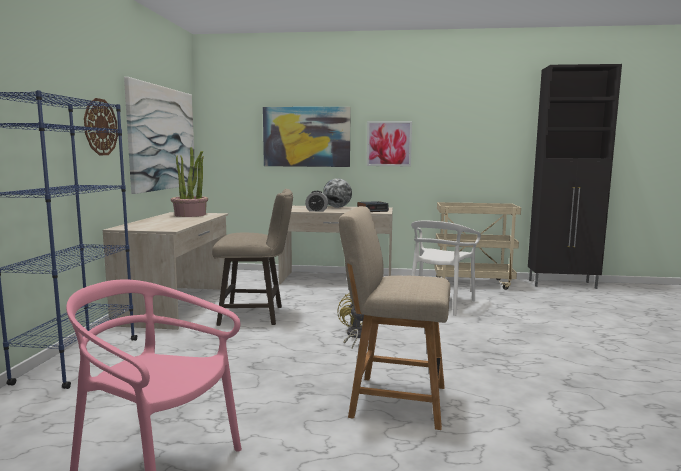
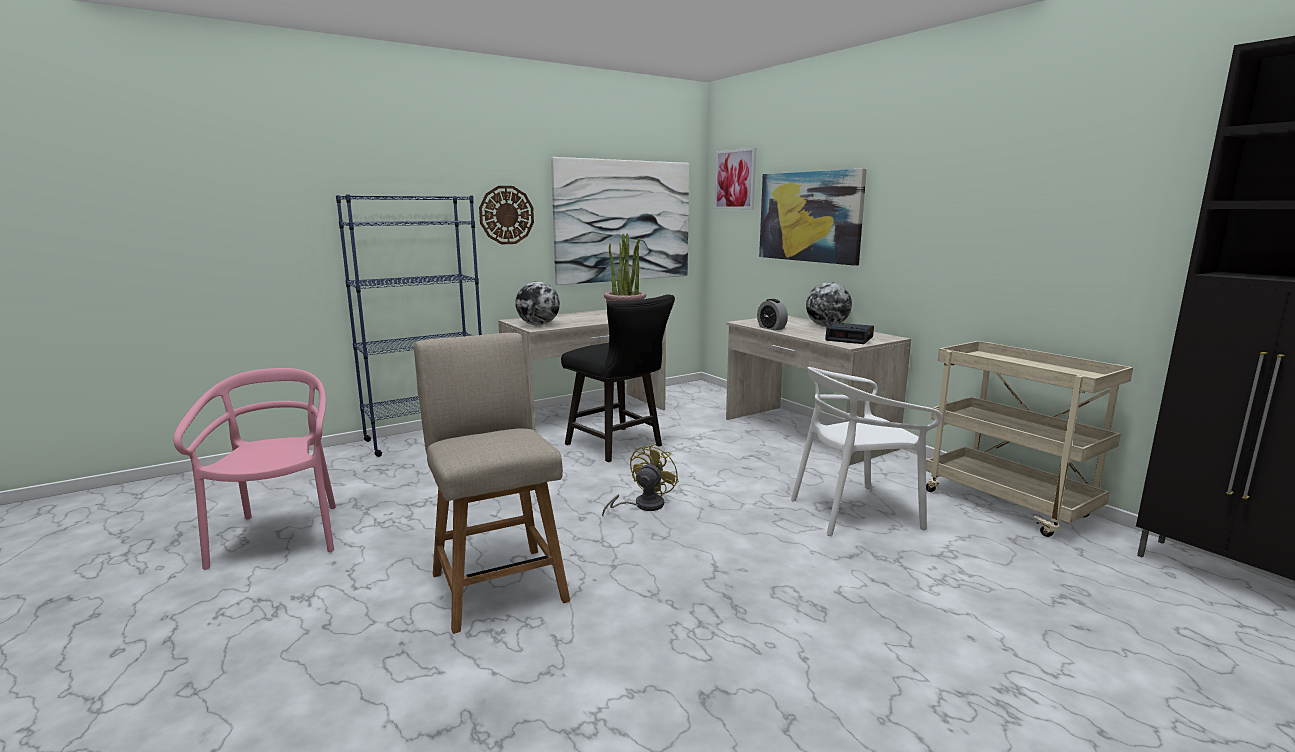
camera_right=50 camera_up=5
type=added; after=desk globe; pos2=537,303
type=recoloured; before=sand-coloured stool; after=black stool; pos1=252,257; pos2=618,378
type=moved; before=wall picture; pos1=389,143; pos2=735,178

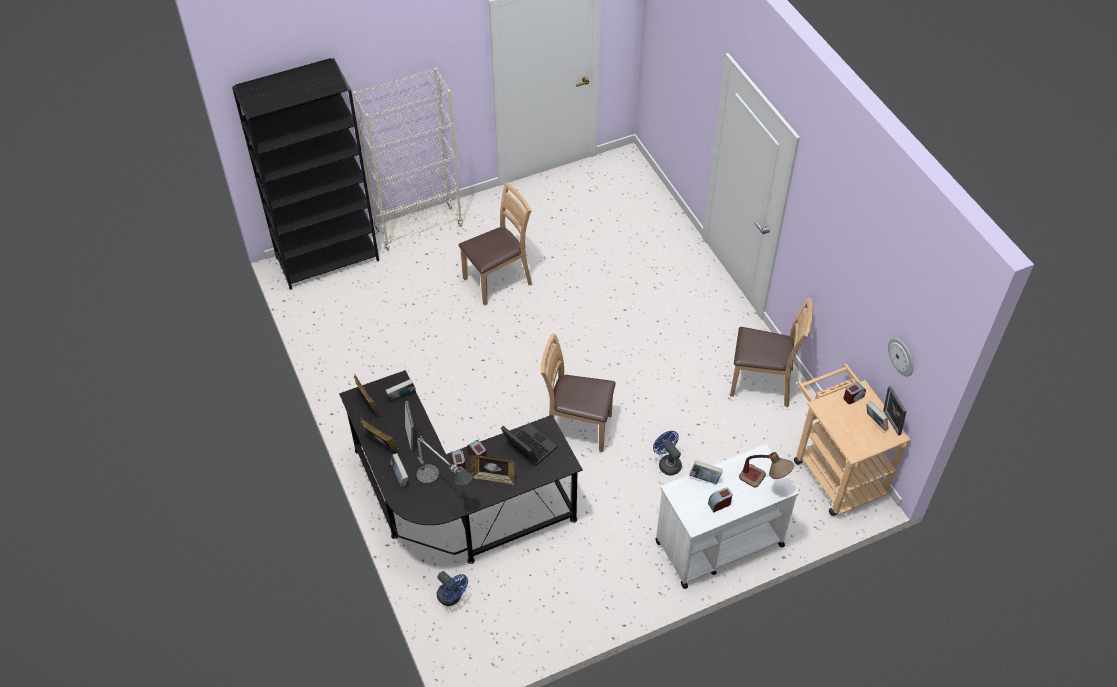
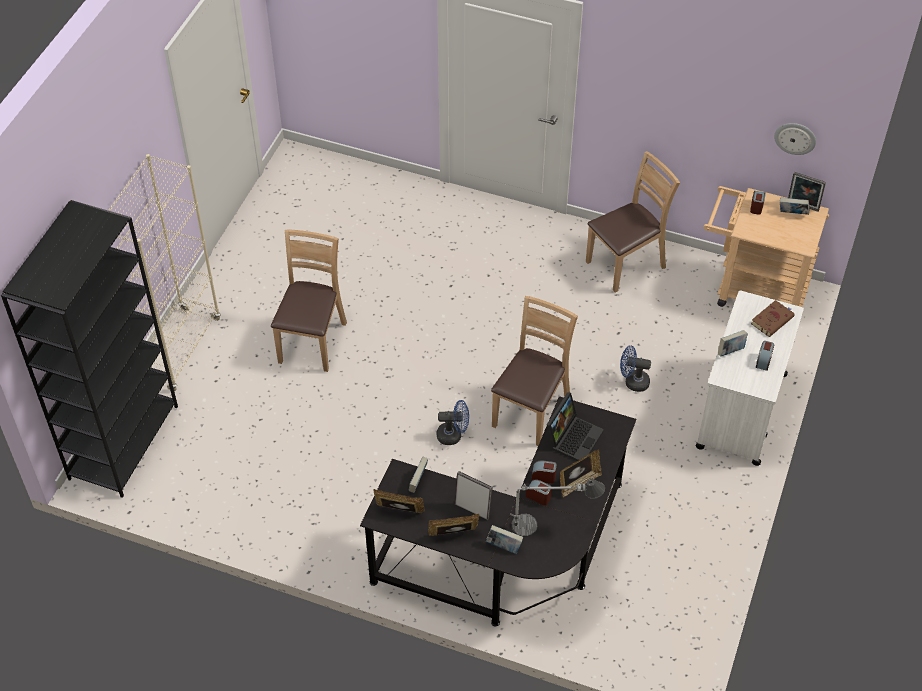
camera_right=-45 camera_up=0
type=moved; before=blue cooling fan; pos1=452,588; pos2=453,422
type=turned; before=brown-coloured chair; pos1=578,392; pos2=534,371; turn=150
type=turned; before=laptop; pos1=529,444; pos2=575,426; turn=120
type=replaced; before=lamp for a table; after=brown-coloured book; pos1=766,469; pos2=773,318

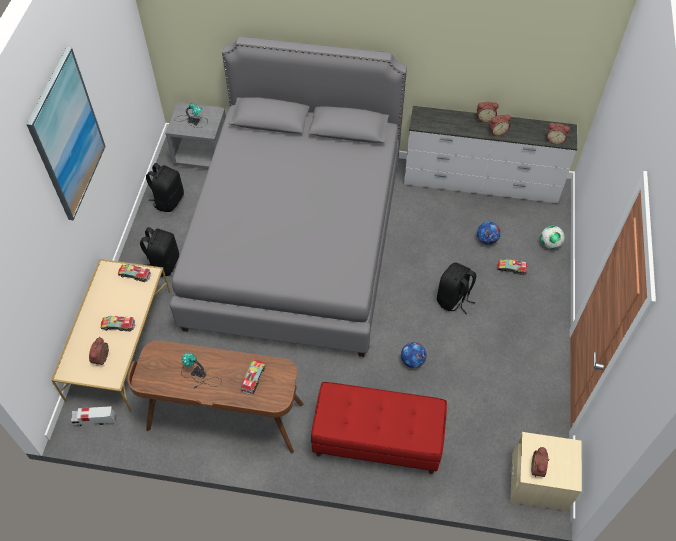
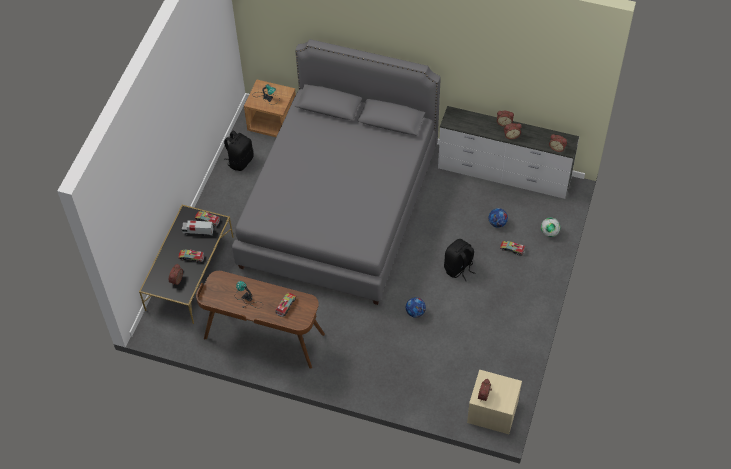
camera_right=10 camera_up=0
type=recoloured; before=sand-coloured lounge table; after=black lounge table; pos1=111,335; pos2=186,264
type=moved; before=toy lorry; pos1=93,416; pos2=198,228
type=recoloured; before=greyish night table; after=brown-coloured night table; pos1=195,135; pos2=270,108
type=removed; before=wall picture; pos1=66,133
type=removed; before=black backpack; pos1=159,252
type=removed; before=reddish bench; pos1=379,428

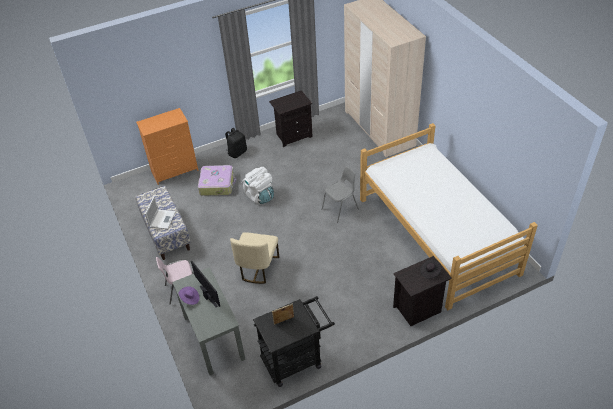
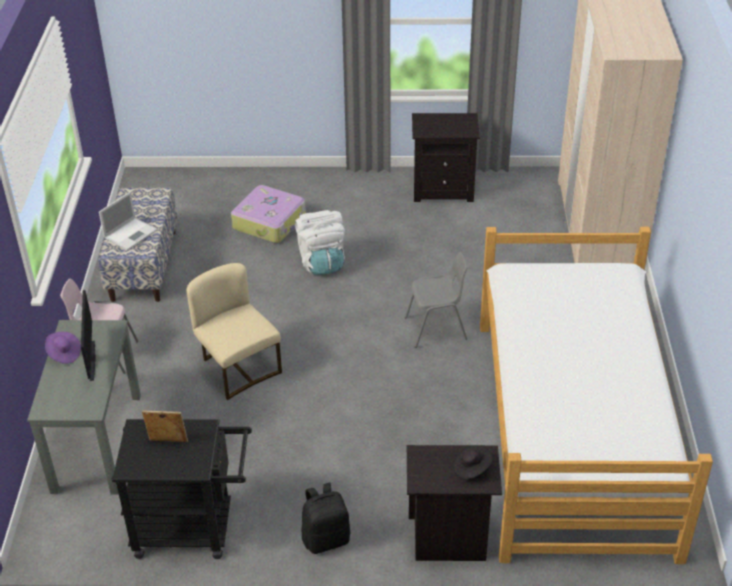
camera_right=25 camera_up=-5
type=turned; before=sand-coloured chair; pos1=254,258; pos2=234,331; turn=105
type=moved; before=black backpack; pos1=236,143; pos2=326,518
type=removed; before=orange dresser; pos1=167,146

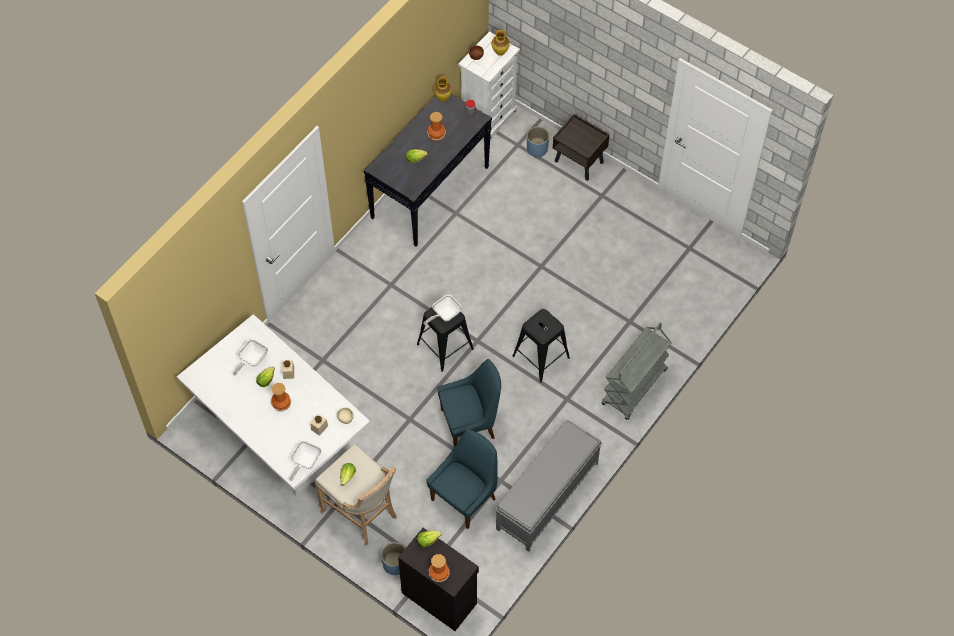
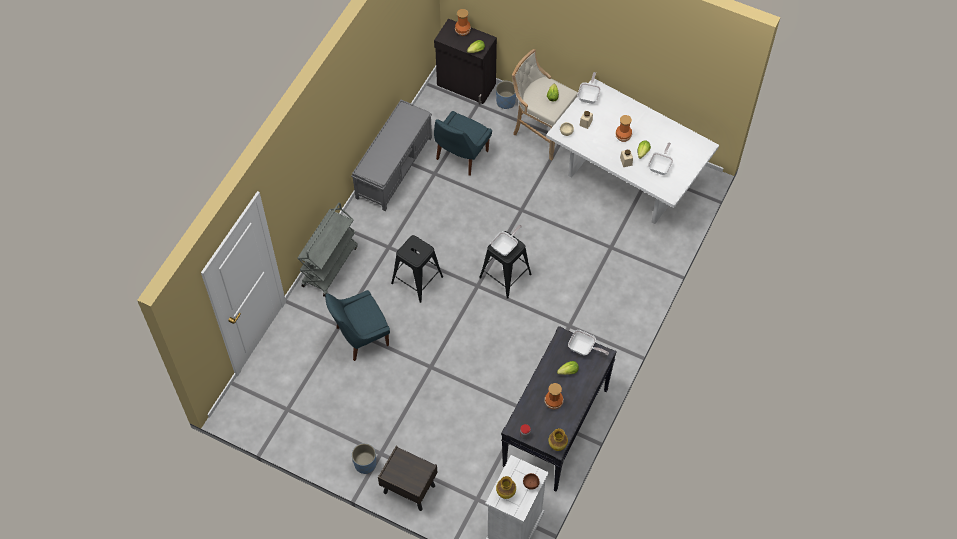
camera_right=170 camera_up=0
type=moved; before=blue chair; pos1=469,403; pos2=357,325
type=moved; before=blue plant pot; pos1=538,142; pos2=364,458
type=added; after=pan; pos2=588,343

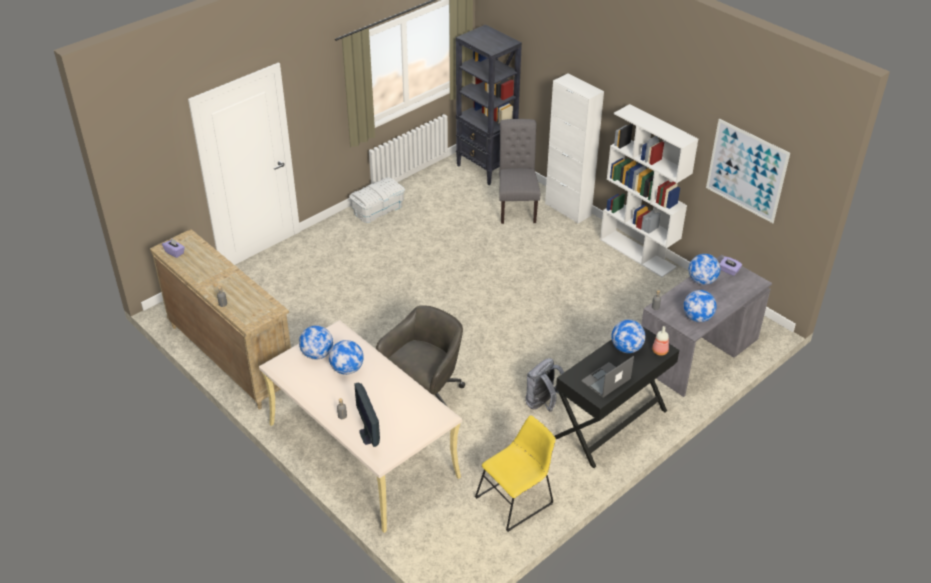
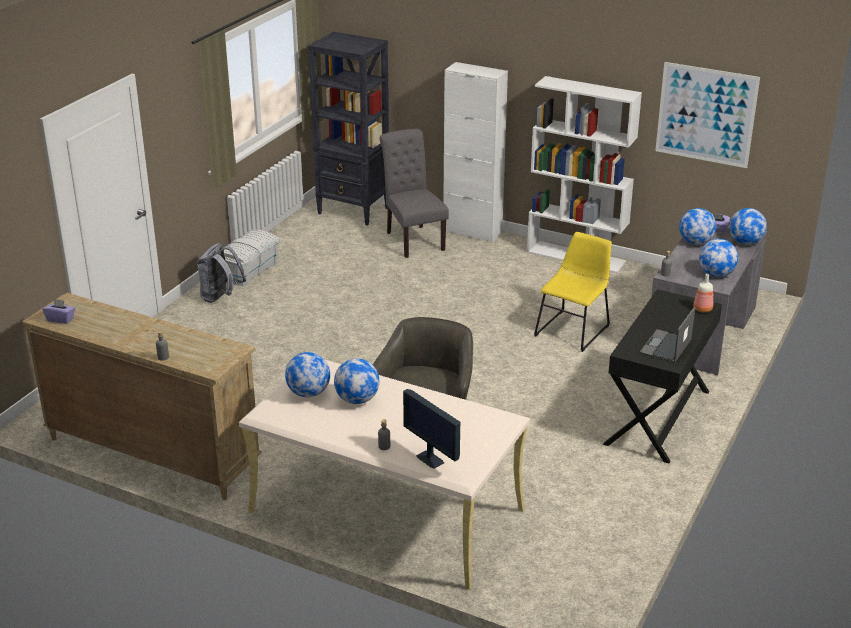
camera_right=-20 camera_up=-10
type=moved; before=greyish backpack; pos1=544,385; pos2=221,273
type=moved; before=yellow-coloured chair; pos1=515,473; pos2=573,292
type=moved; before=desk globe; pos1=628,336; pos2=748,226

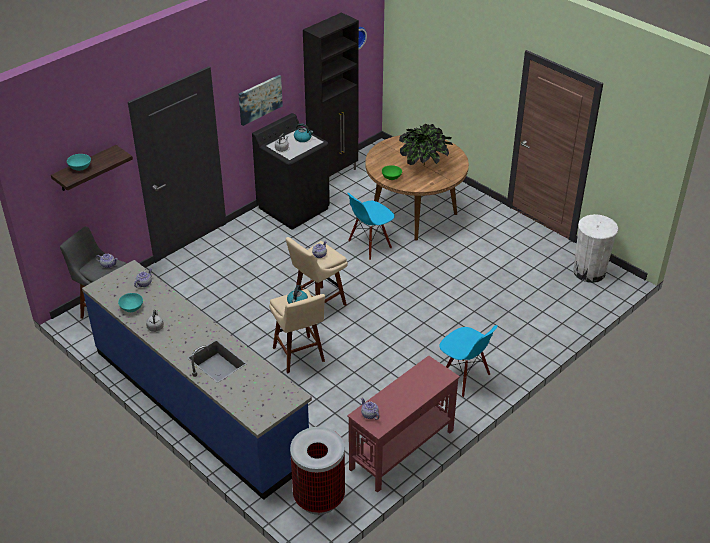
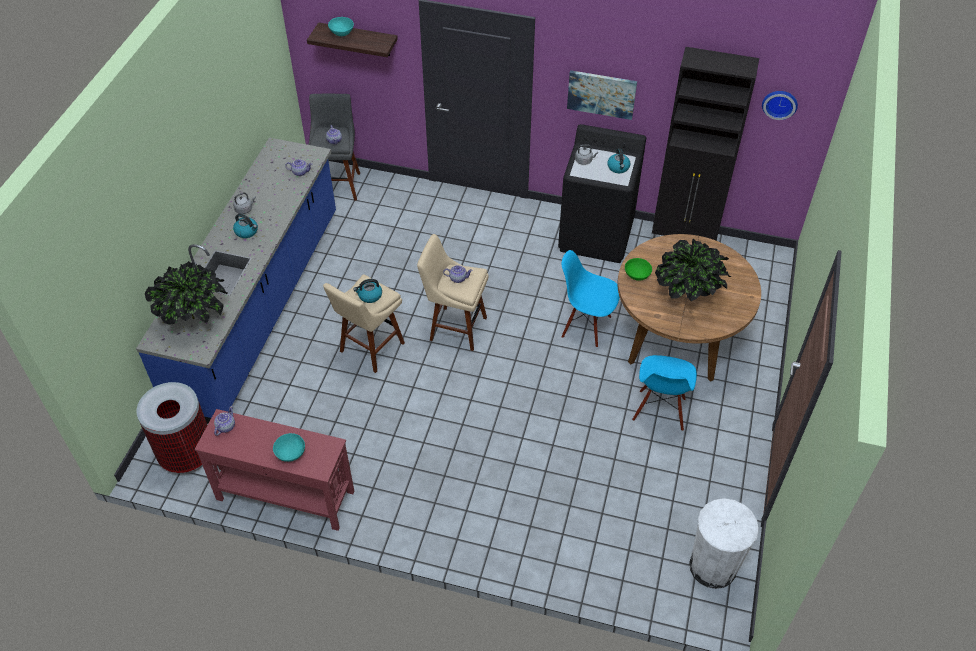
camera_right=60 camera_up=10
type=added; after=plant in a pot; pos2=186,293
type=added; after=water kettle; pos2=245,225
type=moved; before=turquoise-coloured serving bowl; pos1=130,302; pos2=289,447
type=moved; before=blue chair; pos1=468,361; pos2=664,393

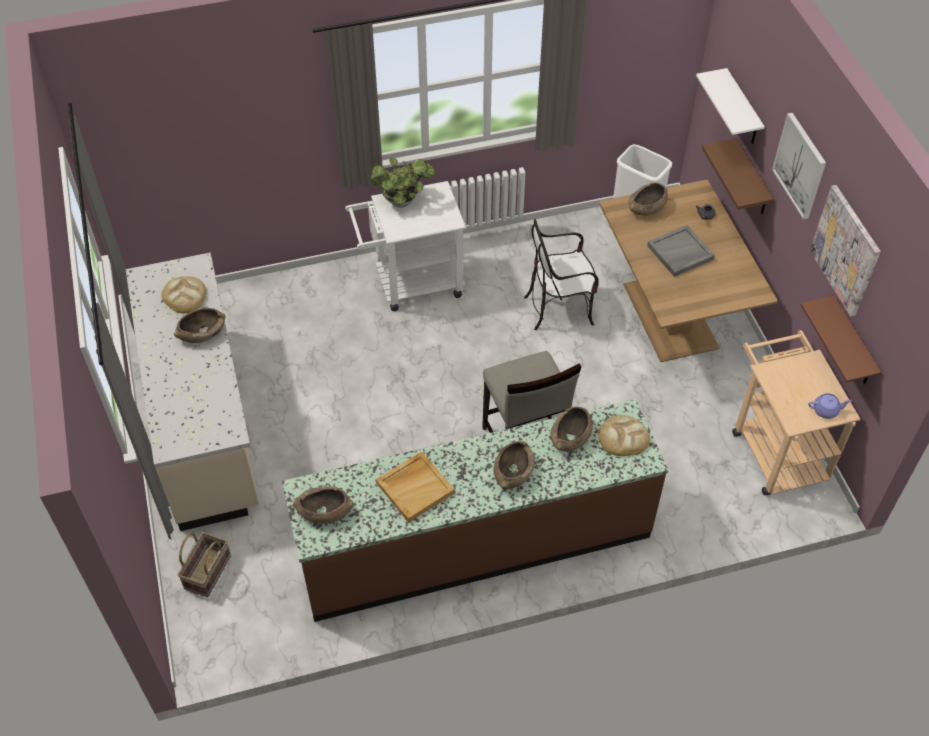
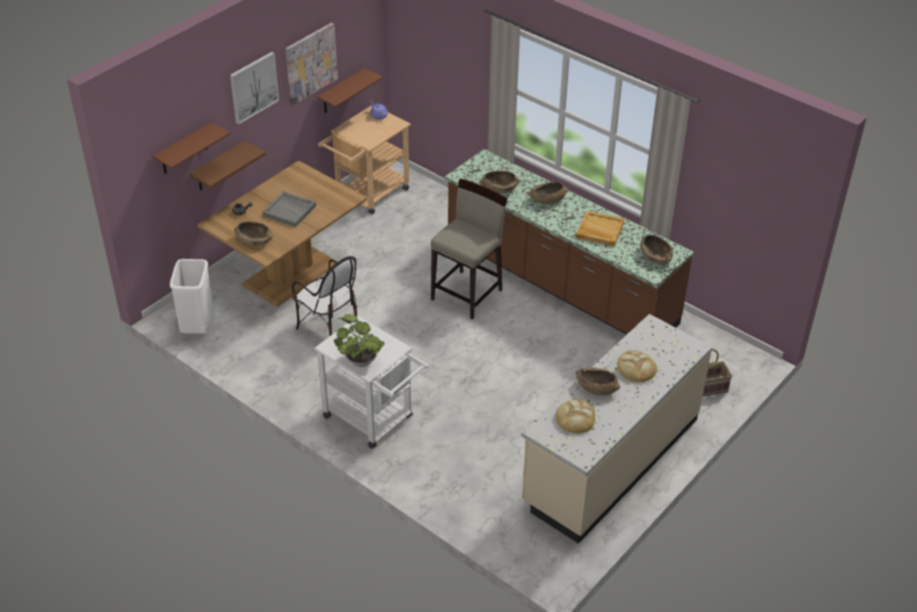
camera_right=-125 camera_up=-10
type=recoloured; before=whitish bracket shelf; after=brown-coloured bracket shelf; pos1=730,106; pos2=191,148
type=moved; before=baked bread; pos1=624,435; pos2=637,366

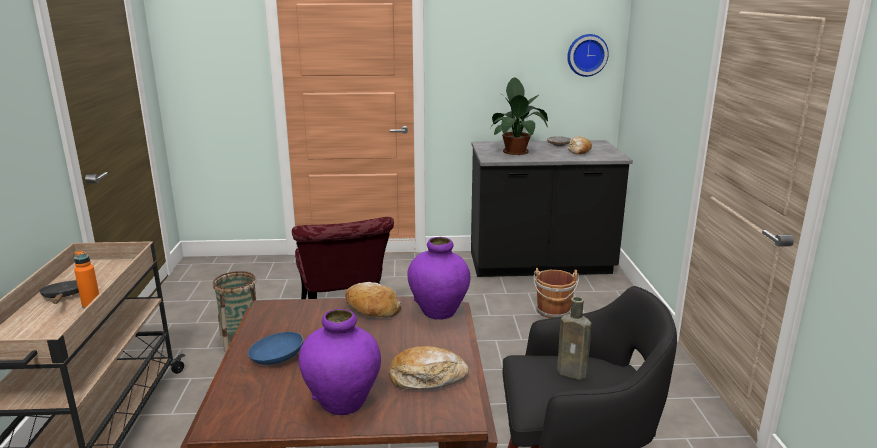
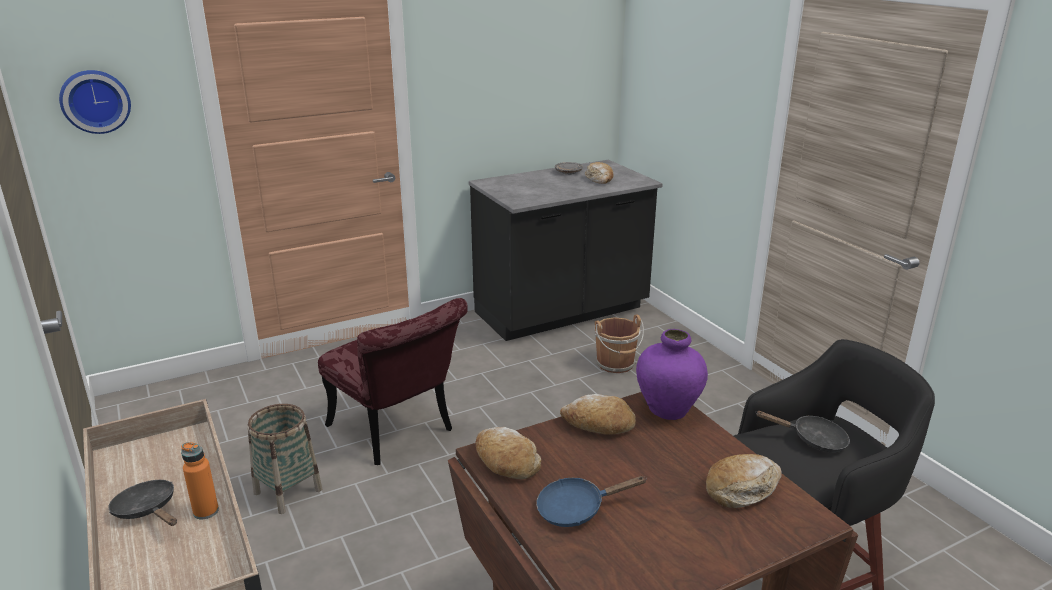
camera_right=-25 camera_up=5
type=moved; before=wall clock; pos1=588,55; pos2=95,102
type=added; after=baked bread; pos2=508,453
type=replaced; before=brown-coloured beverage bottle; after=black pan; pos1=574,338; pos2=802,431
type=removed; before=purple-coloured vase; pos1=340,362
type=removed; before=plant in a pot; pos1=519,116

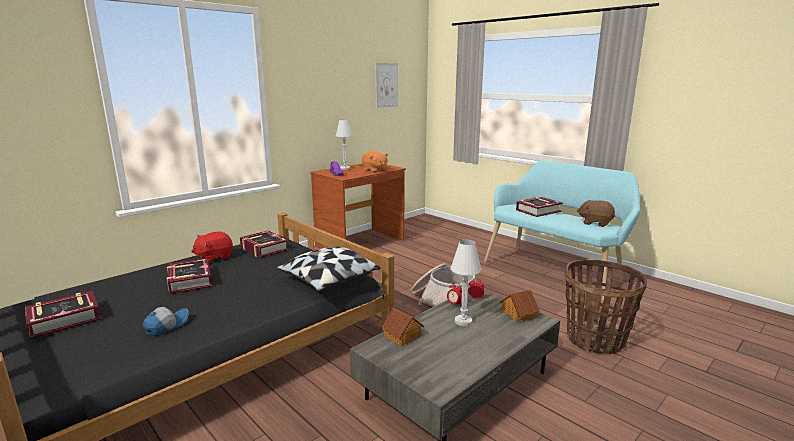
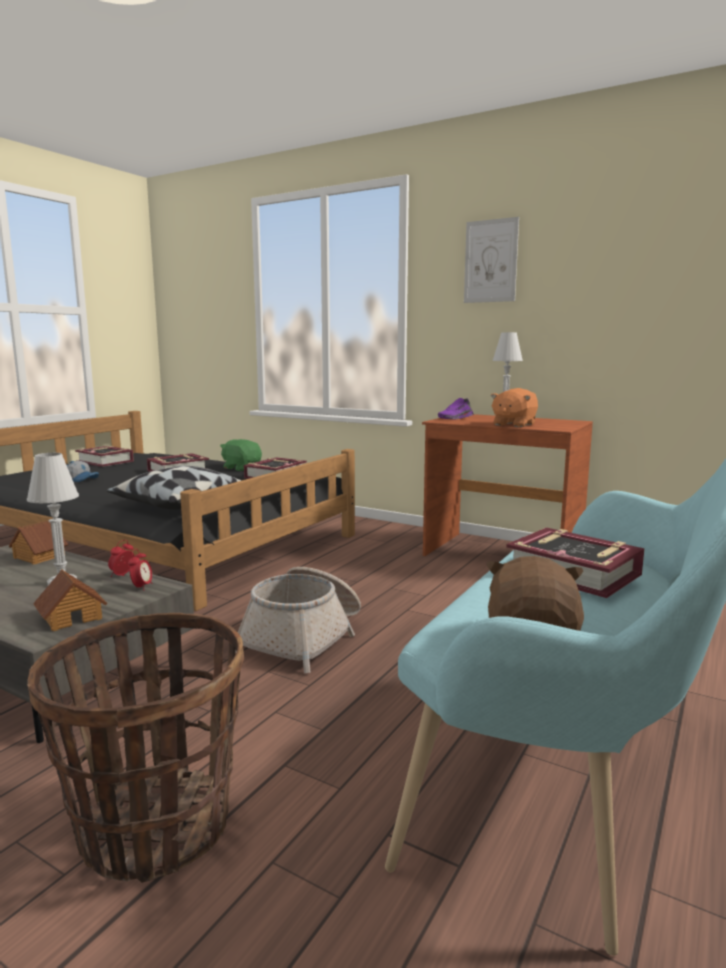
camera_right=75 camera_up=-5
type=recoloured; before=reddish soft toy; after=green soft toy; pos1=212,247; pos2=241,455
type=moved; before=wall picture; pos1=387,85; pos2=491,260

